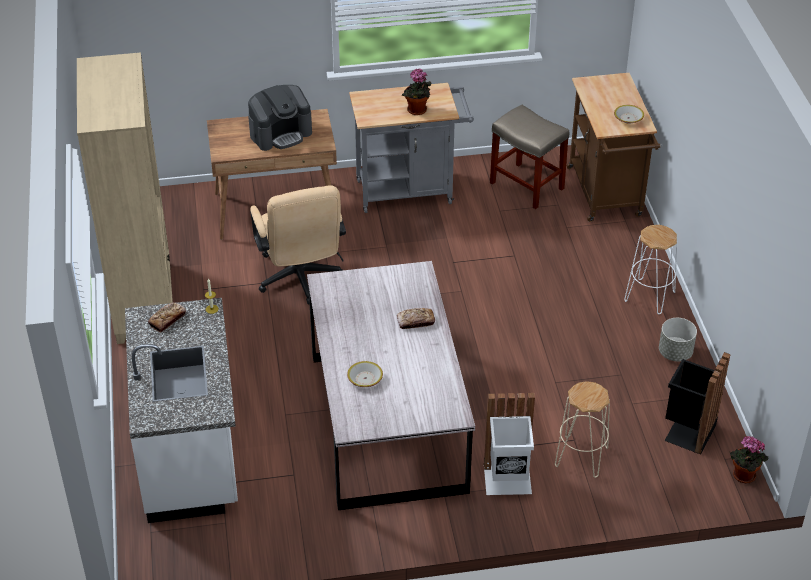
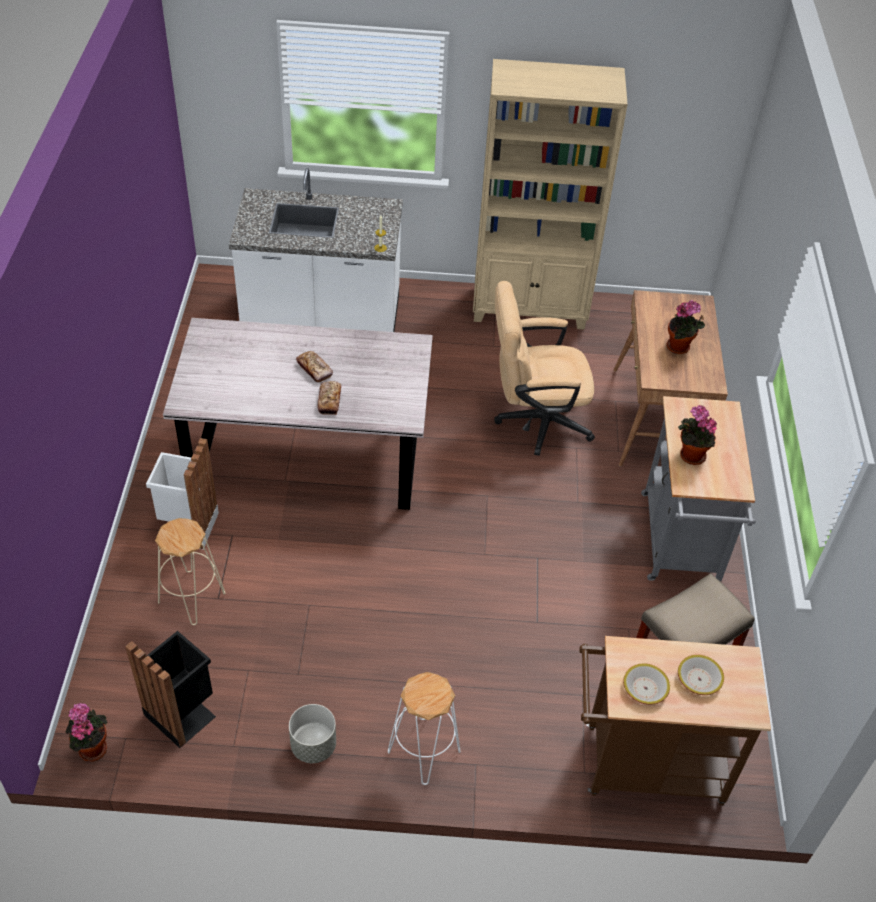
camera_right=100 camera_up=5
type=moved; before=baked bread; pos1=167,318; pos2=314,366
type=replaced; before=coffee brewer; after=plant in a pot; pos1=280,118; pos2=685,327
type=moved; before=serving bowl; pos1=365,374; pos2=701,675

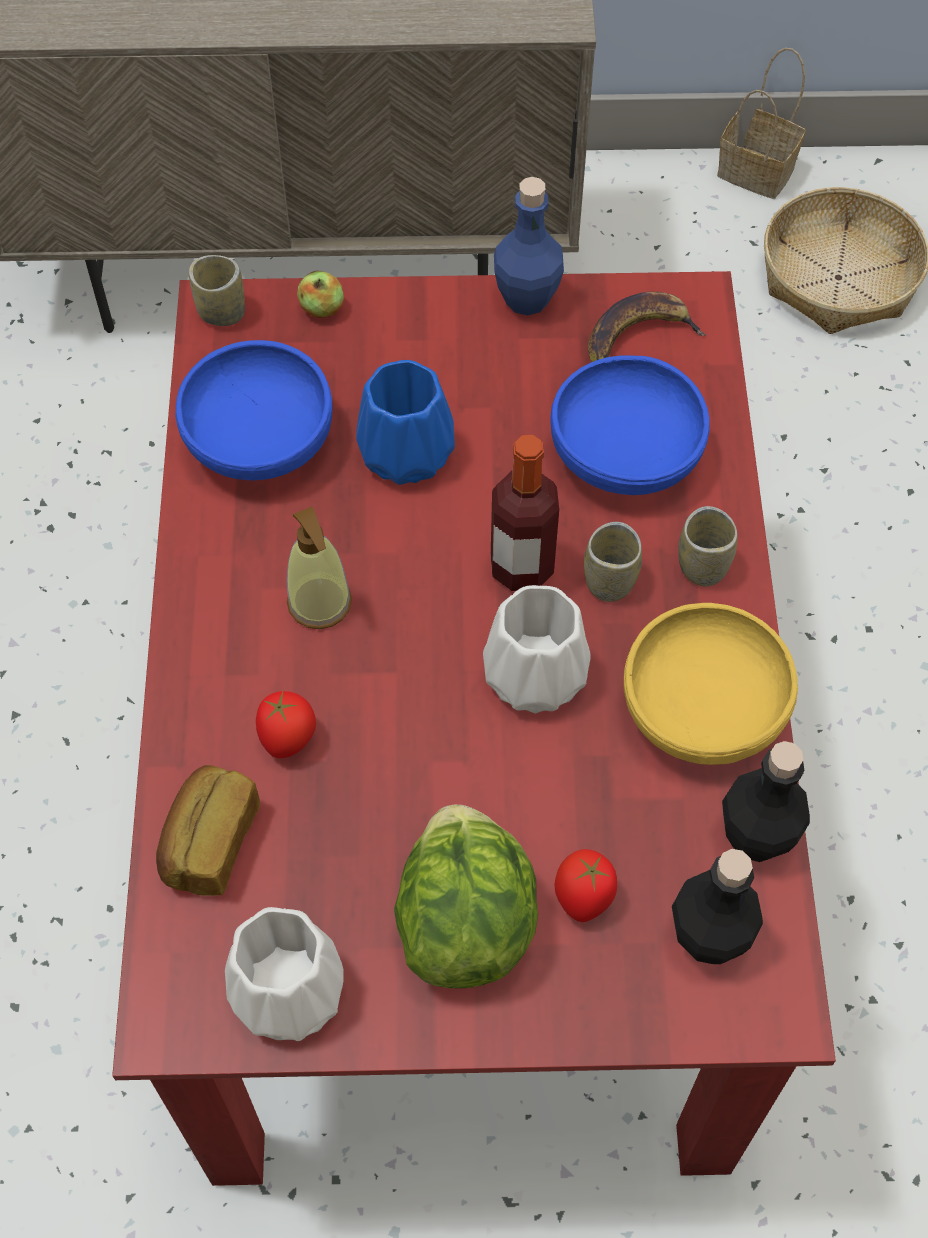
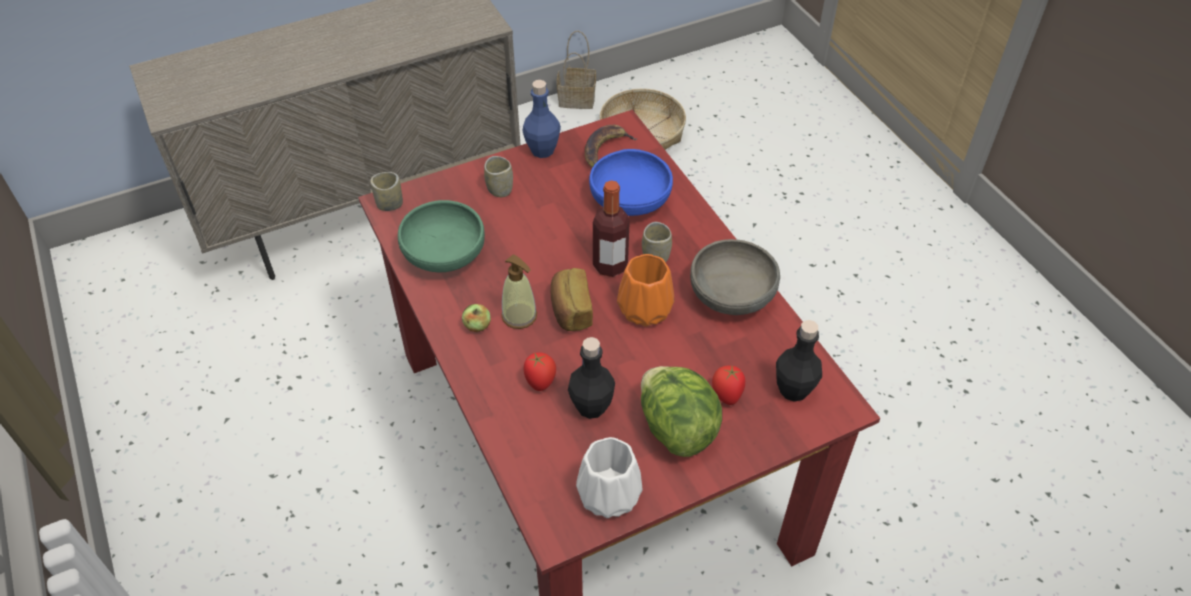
camera_right=-25 camera_up=-10
type=recoloured; before=blue serving bowl; after=green serving bowl; pos1=254,410; pos2=441,236
type=moved; before=whole apple; pos1=320,294; pos2=476,318
type=moved; before=small cup; pos1=708,546; pos2=498,176
type=moved; before=baked bread; pos1=208,830; pos2=572,299
type=moved; before=black beverage bottle; pos1=766,801; pos2=591,378
type=recoloured; before=whitish vase; after=orange vase; pos1=537,649; pos2=646,290
type=recoloured; before=yellow-coloured serving bowl; after=greyish serving bowl; pos1=710,684; pos2=735,277
type=removed; before=blue vase; pos1=405,422

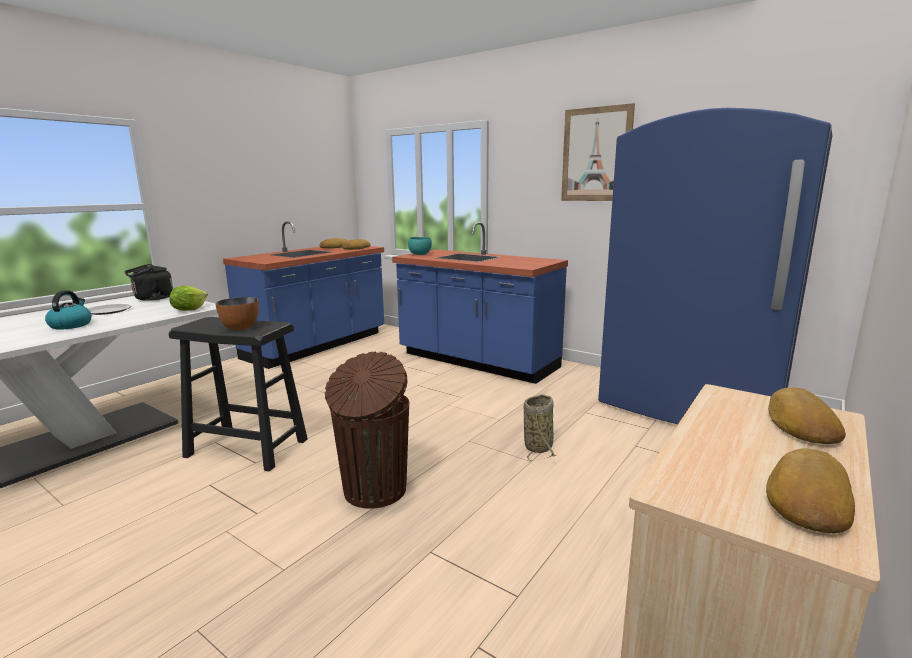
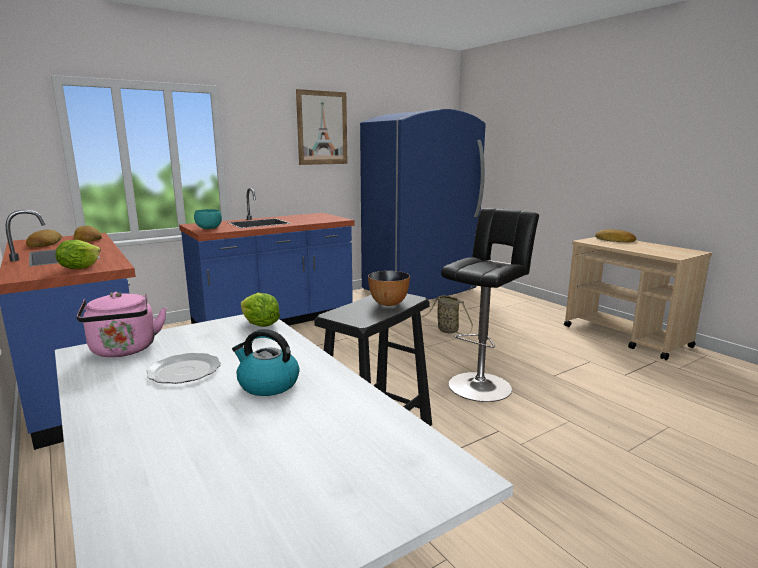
camera_right=-70 camera_up=0
type=added; after=head of lettuce; pos2=78,254
type=recoloured; before=black water kettle; after=pink water kettle; pos1=148,282; pos2=122,324
type=replaced; before=brown-coloured trash can; after=black stool; pos1=367,430; pos2=490,305
type=removed; before=baked bread; pos1=810,491

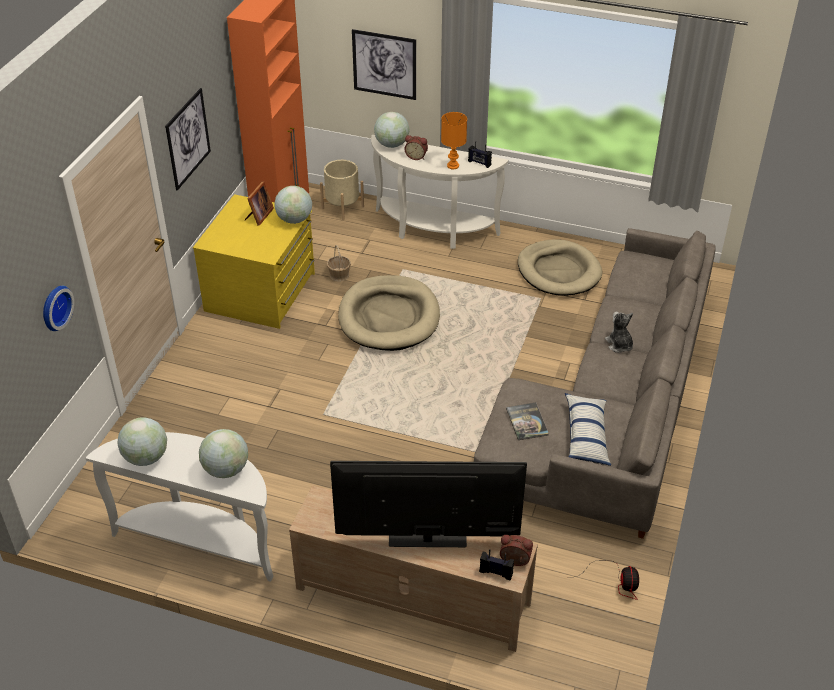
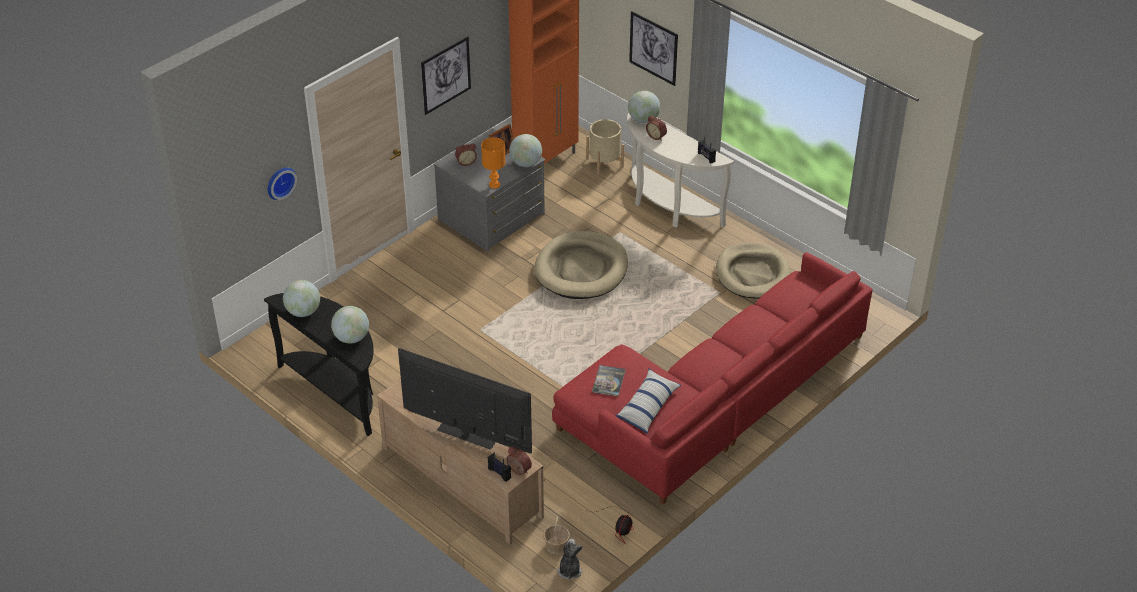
camera_right=25 camera_up=0
type=recoloured; before=whitish hall table; after=black hall table; pos1=179,507; pos2=319,364
type=recoloured; before=yellow-coloured dresser; after=greyish dresser; pos1=254,261; pos2=490,190
type=added; after=bedside clock; pos2=466,154
type=moved; before=orange lamp for a table; pos1=454,140; pos2=493,163
type=moved; before=basket; pos1=339,263; pos2=556,535
type=recoloured; before=greyish sofa; after=reddish sofa; pos1=595,383; pos2=712,378
type=moved; before=soft toy; pos1=619,332; pos2=570,559

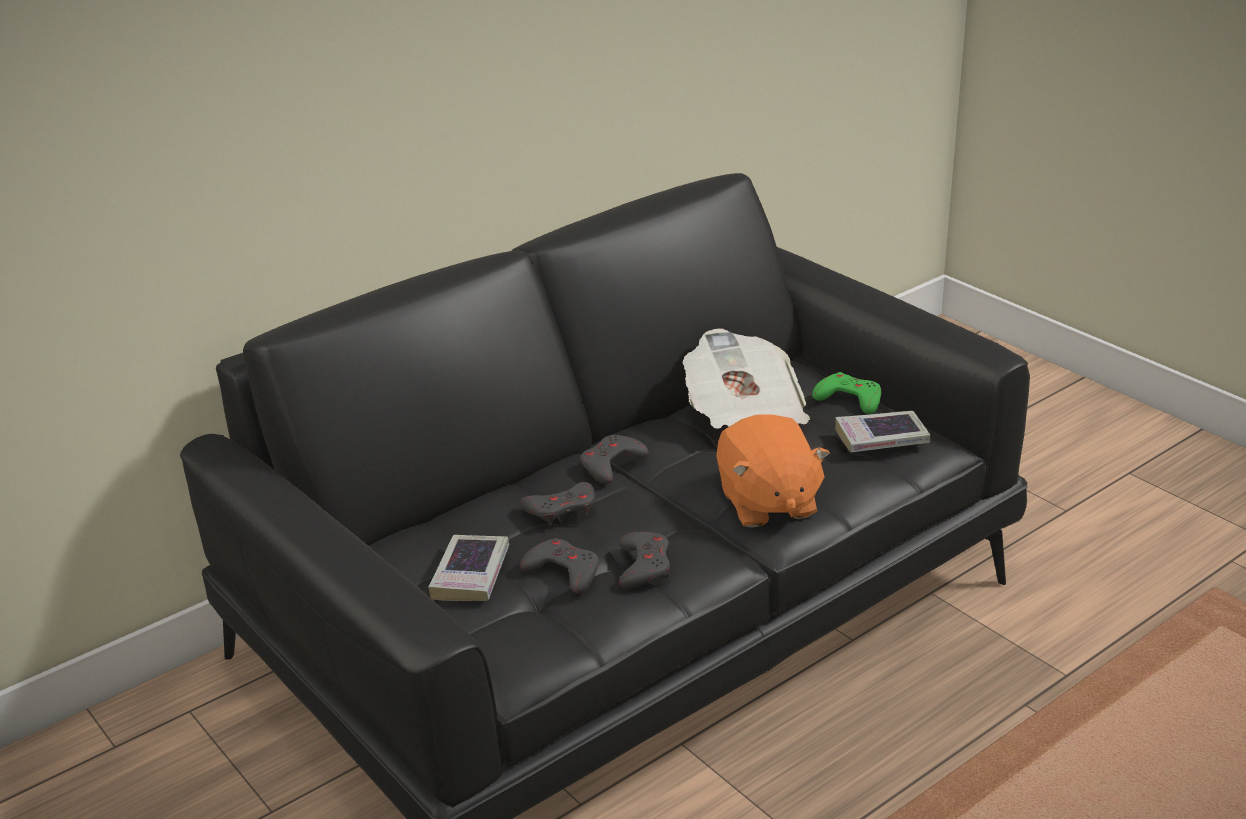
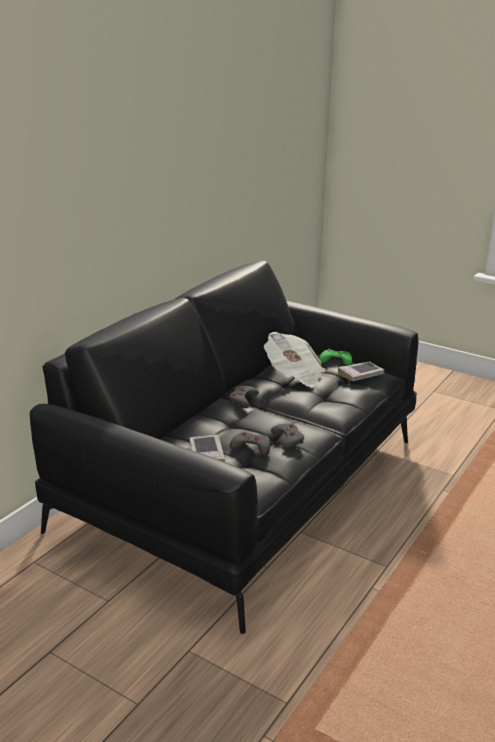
camera_right=-20 camera_up=-5
type=removed; before=greyish gamepad; pos1=557,503
type=removed; before=orange soft toy; pos1=773,471

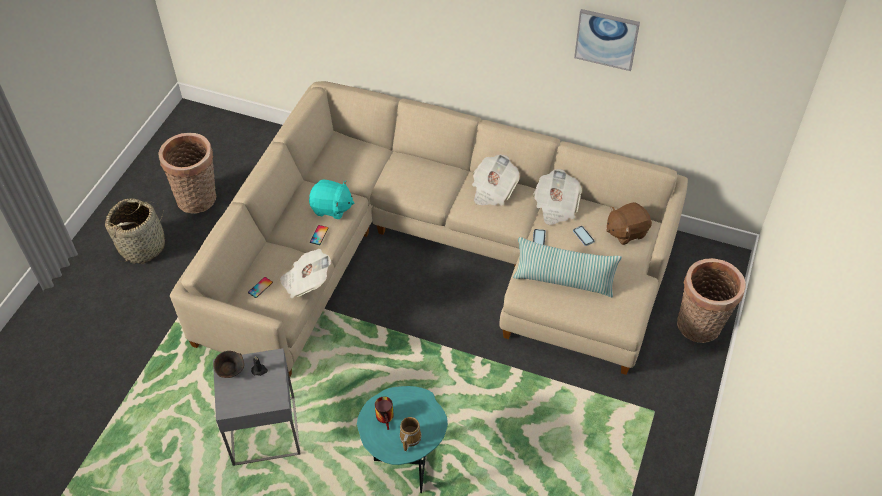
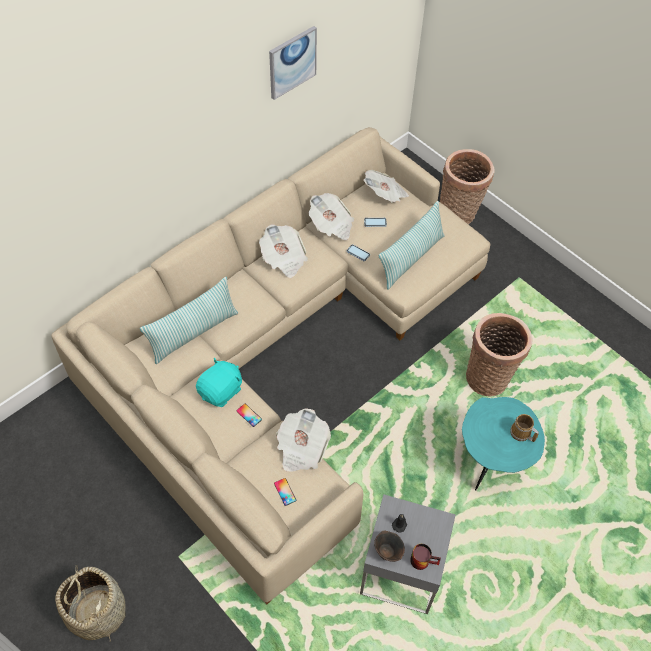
camera_right=-65 camera_up=5
type=added; after=throw pillow; pos2=189,320
type=replaced; before=brown-coloured soft toy; after=daily paper; pos1=629,223; pos2=386,186
type=moved; before=mug; pos1=384,413; pos2=425,557
type=moved; before=basket; pos1=187,173; pos2=499,355

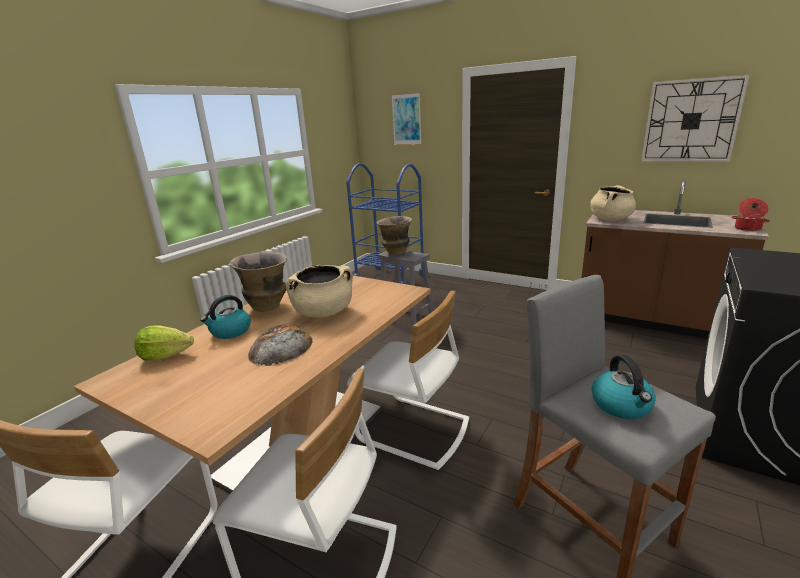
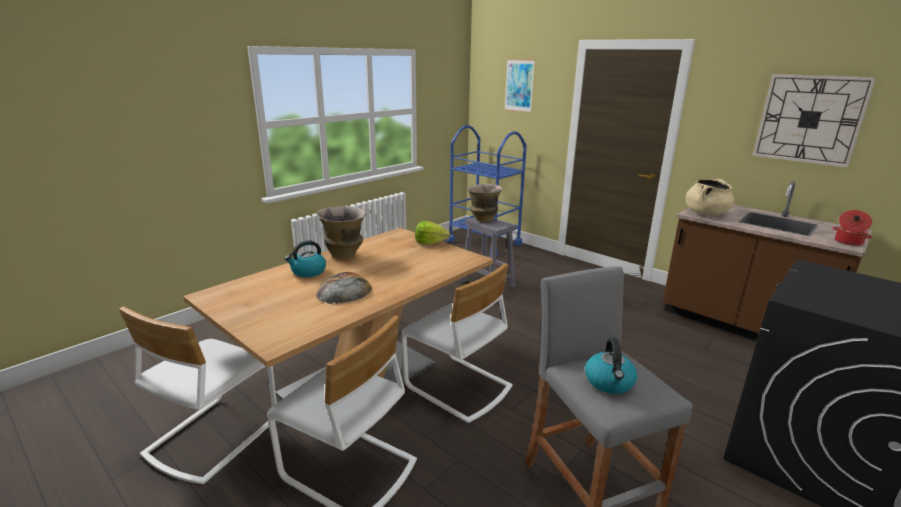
camera_right=10 camera_up=0
type=moved; before=head of lettuce; pos1=164,343; pos2=432,233
type=removed; before=sand-coloured stockpot; pos1=319,291

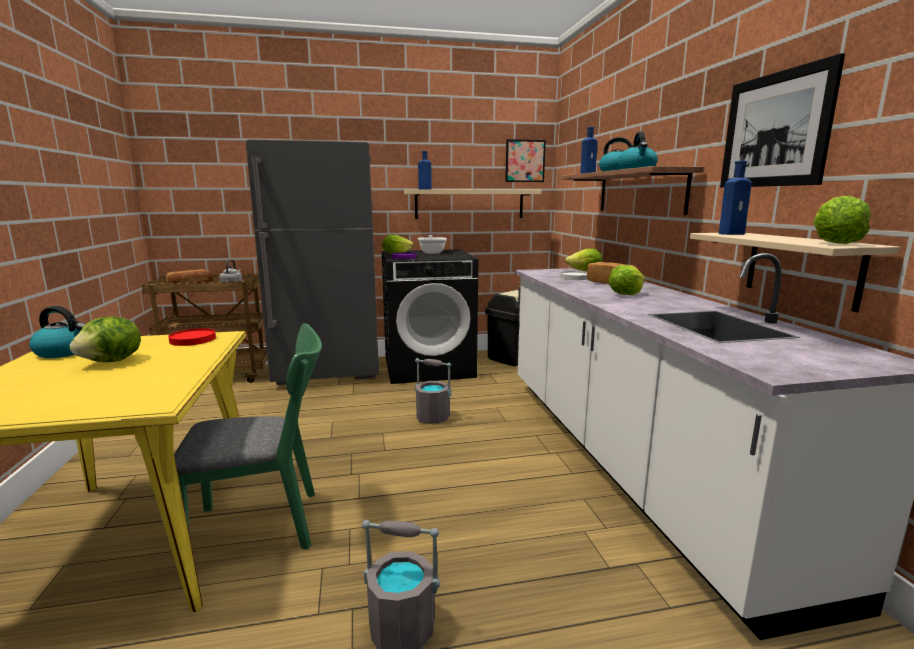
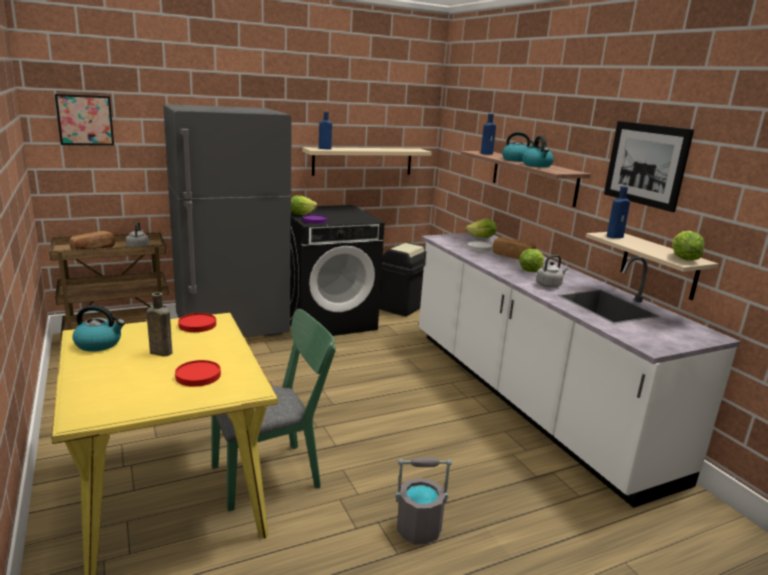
camera_right=-15 camera_up=5
type=moved; before=wall picture; pos1=525,160; pos2=84,120
type=replaced; before=head of lettuce; after=brown-coloured beverage bottle; pos1=105,339; pos2=159,324
type=added; after=reddish dinner plate; pos2=198,373
type=added; after=greyish water kettle; pos2=552,271
type=removed; before=greyish bucket; pos1=433,391
type=removed; before=pan; pos1=432,244

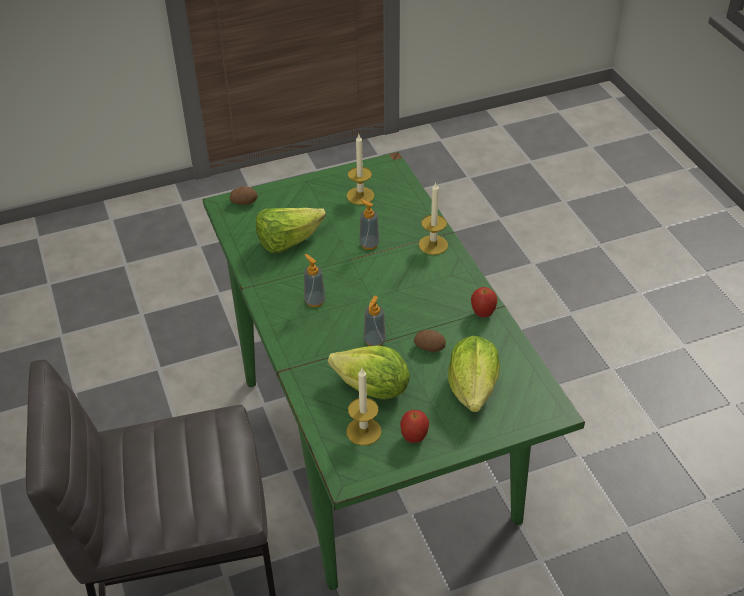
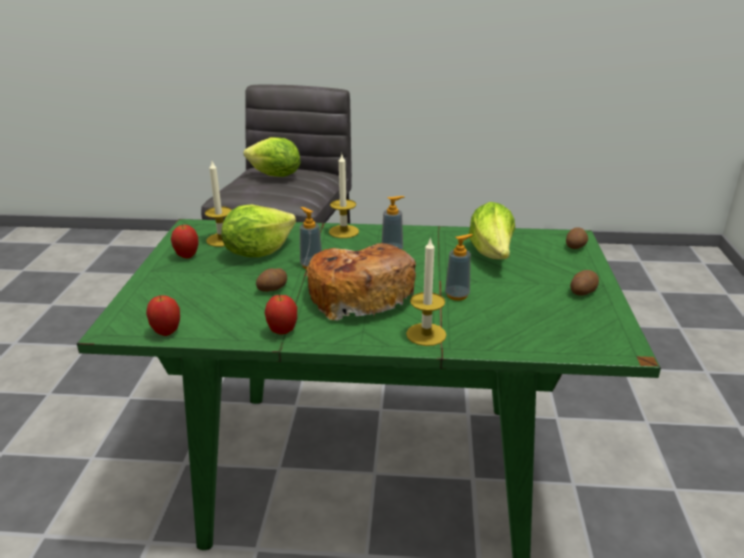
camera_right=115 camera_up=-15
type=added; after=whole apple; pos2=163,315
type=moved; before=head of lettuce; pos1=474,374; pos2=272,157
type=added; after=baked bread; pos2=361,282
type=moved; before=wax candle; pos1=360,170; pos2=344,196
type=added; after=spud; pos2=584,283

